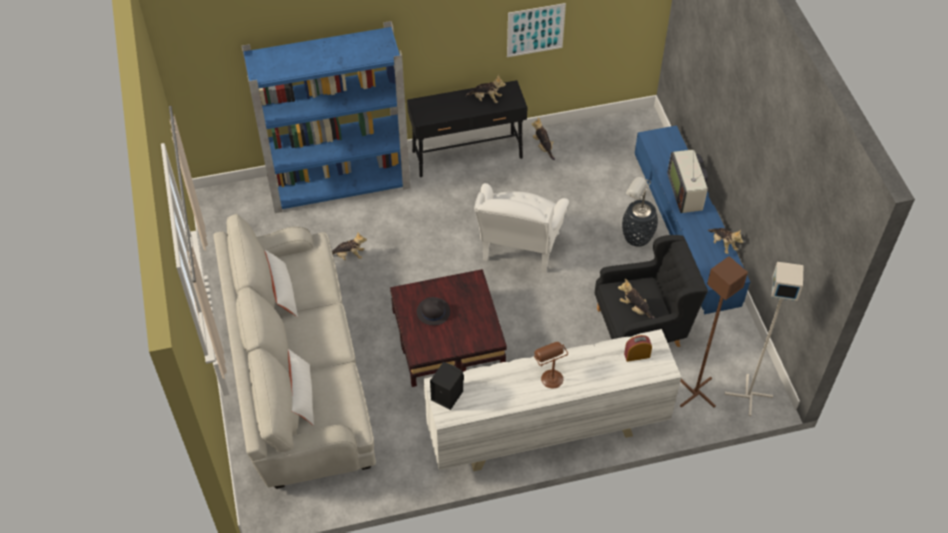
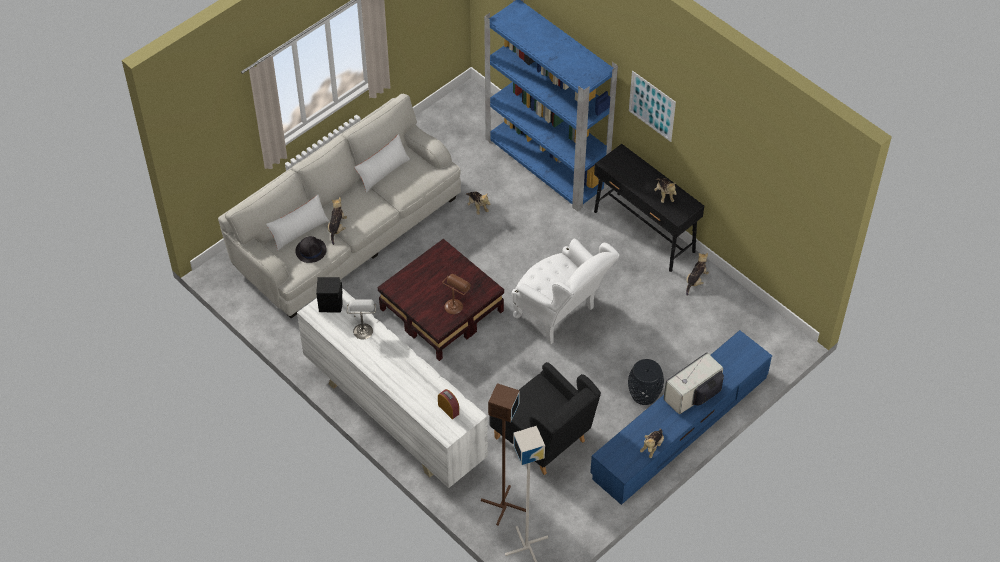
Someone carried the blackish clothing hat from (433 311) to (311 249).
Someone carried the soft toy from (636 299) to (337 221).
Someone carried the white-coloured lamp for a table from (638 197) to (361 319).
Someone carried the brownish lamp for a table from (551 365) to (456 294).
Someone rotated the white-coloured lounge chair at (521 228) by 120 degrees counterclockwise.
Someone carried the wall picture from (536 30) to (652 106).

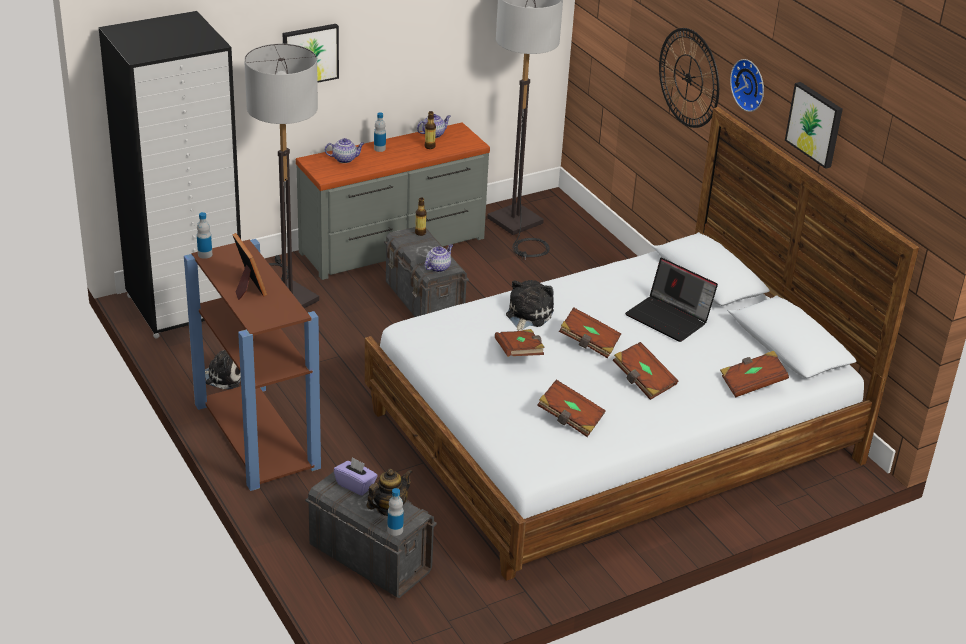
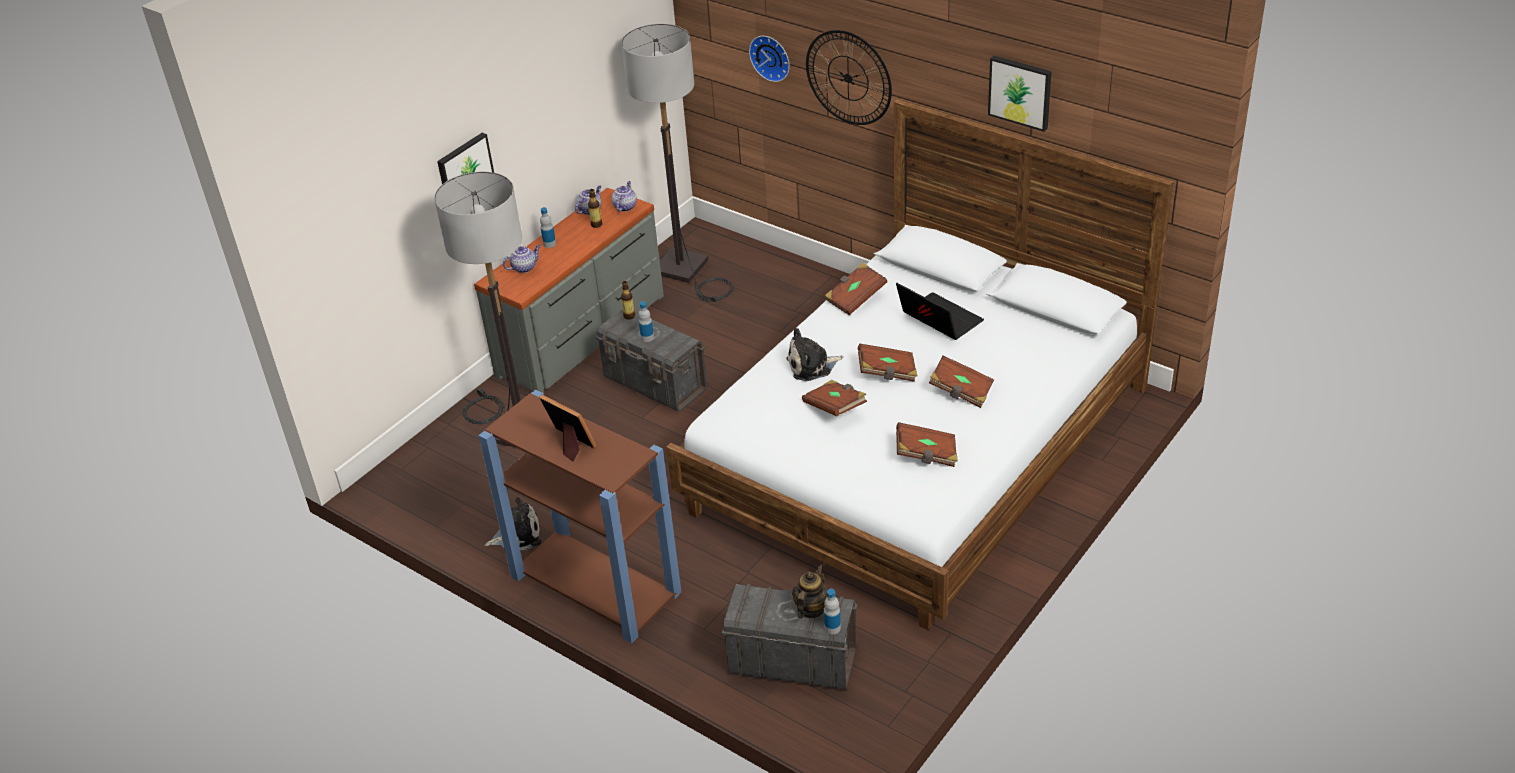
Someone carried the pot for tea from (438 258) to (624 196).
Someone carried the bottle from (204 235) to (646 321).
Someone carried the hanging clock from (747 85) to (769 59).
Someone rotated the soft toy at (530 305) by 105 degrees counterclockwise.
Someone carried the brownish volume from (754 374) to (856 289).
Someone rotated the notebook computer at (671 300) by 150 degrees counterclockwise.
Someone took away the clothes cupboard at (170 174).
Someone took away the purple-coloured tissue holder at (356 476).

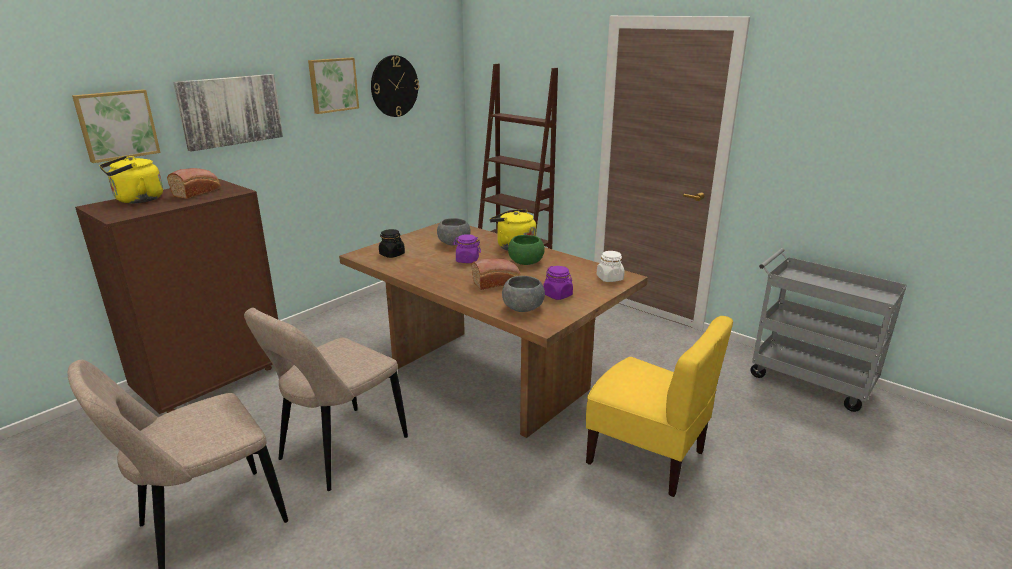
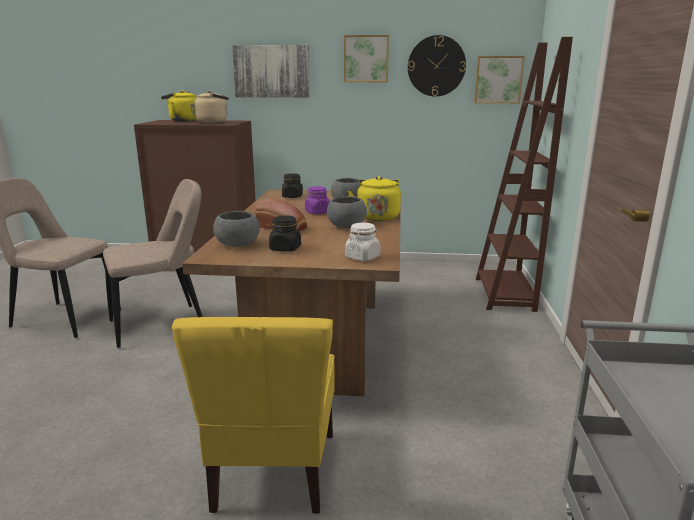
Someone rotated the sand-coloured upright chair at (326 399) by 150 degrees clockwise.
Someone swapped the baked bread at (194 183) for the sand-coloured kettle at (211 107).
Someone repainted the purple-coloured preserve jar at (558 283), which became the blackish preserve jar at (285 233).
Someone repainted the green serving bowl at (526 250), which became the greyish serving bowl at (347 212).
Someone carried the wall picture from (116 126) to (499 79).

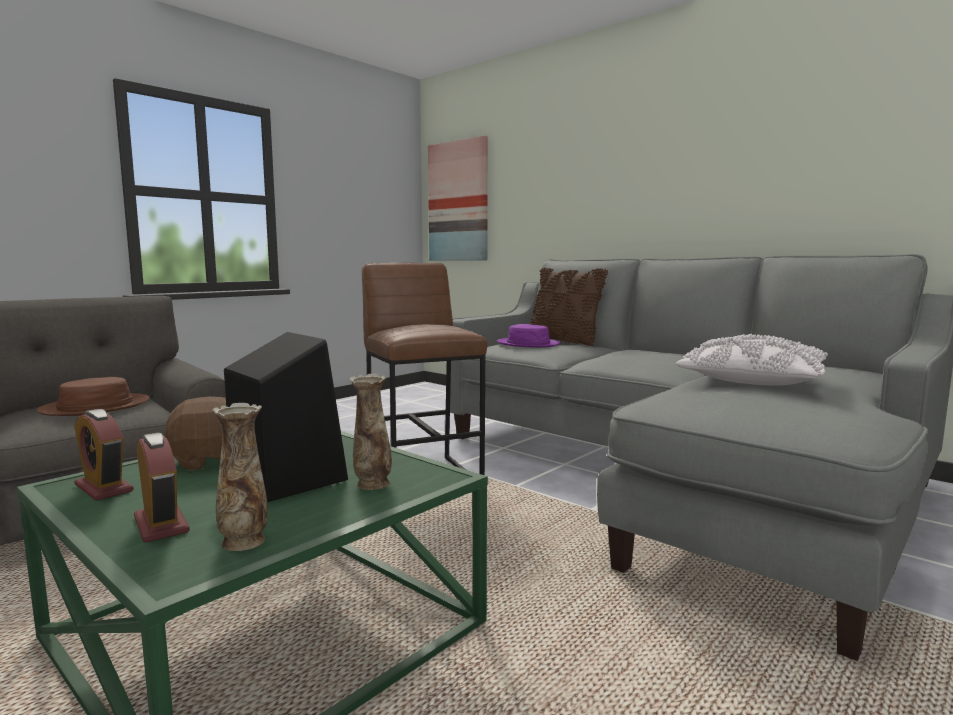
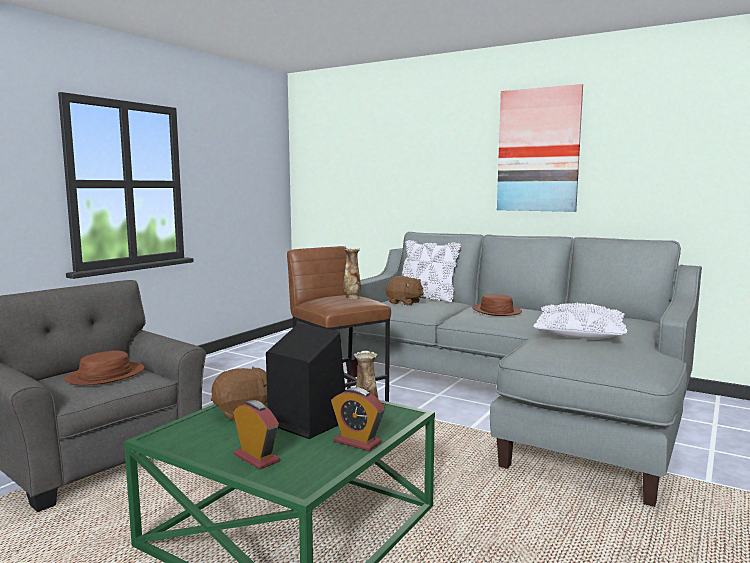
Someone carried the alarm clock from (103 455) to (358 419).
Someone carried the decorative vase from (240 477) to (352 273).
Someone swapped the purple-coloured clothing hat at (529 336) for the brownish soft toy at (405 291).
Someone repainted the brownish pillow at (569 307), which became the white-coloured pillow at (431 271).
Someone put down the brownish clothing hat at (497 305).
Someone carried the wall picture from (458 198) to (540 148).

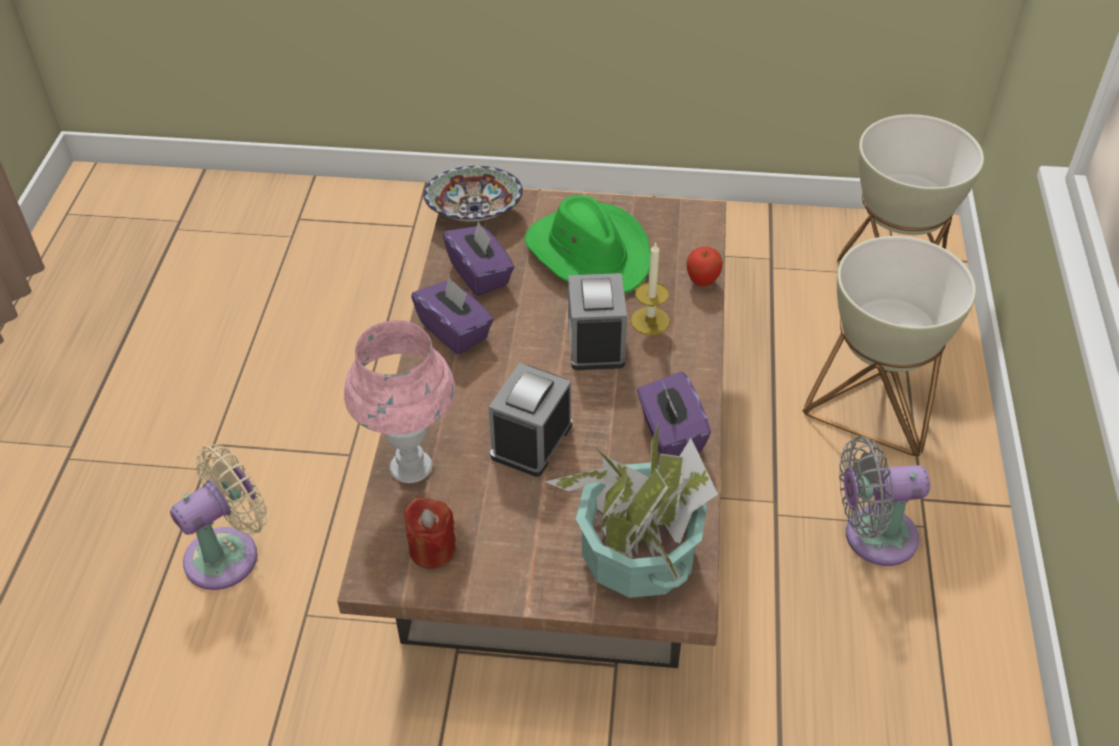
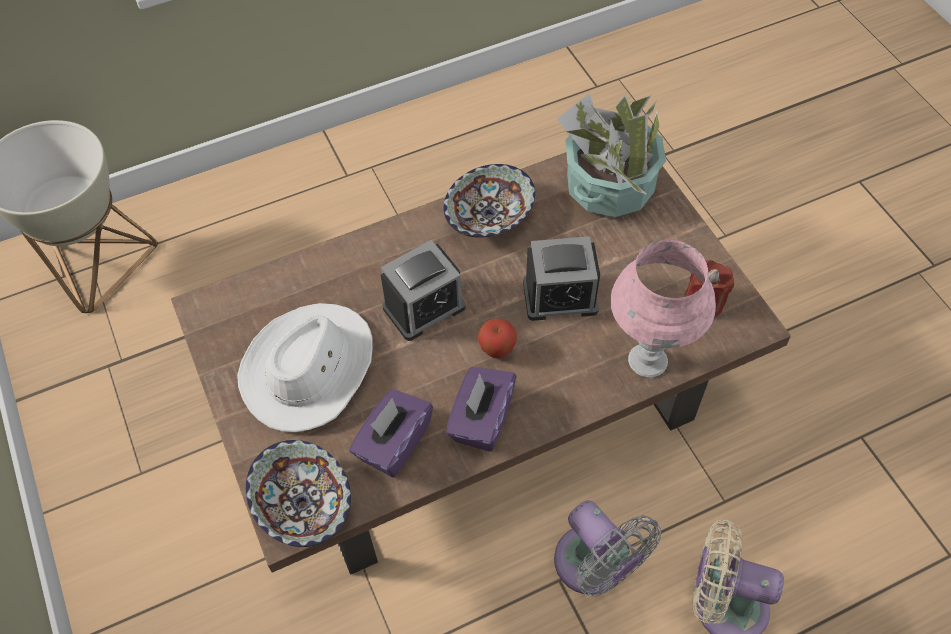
Someone repainted the green clothing hat at (588 244), which became the white-coloured clothing hat at (305 367).
Someone swapped the purple-coloured tissue holder at (674 413) for the serving bowl at (489 201).
Someone carried the apple from (704 267) to (497 338).
Someone carried the greyish cooling fan from (884 501) to (607 548).
Someone took away the wax candle at (650 288).
Someone took away the planter at (889 346).

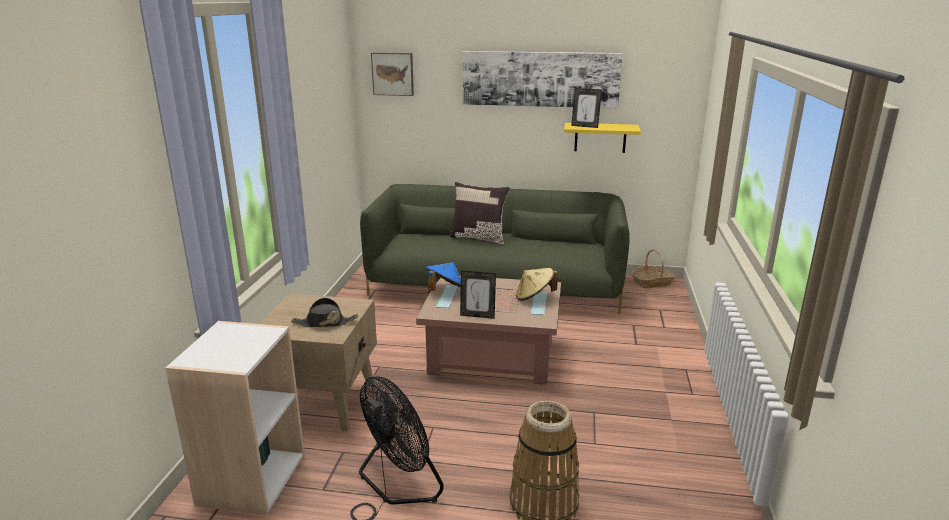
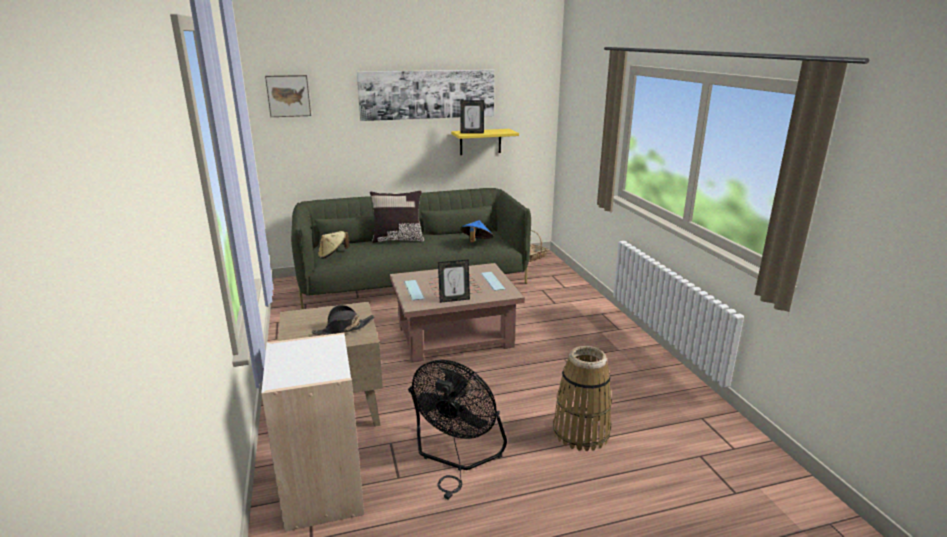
Someone carried the sand-coloured clothing hat from (537 284) to (334 245).
Someone carried the bluish clothing hat from (443 276) to (476 231).

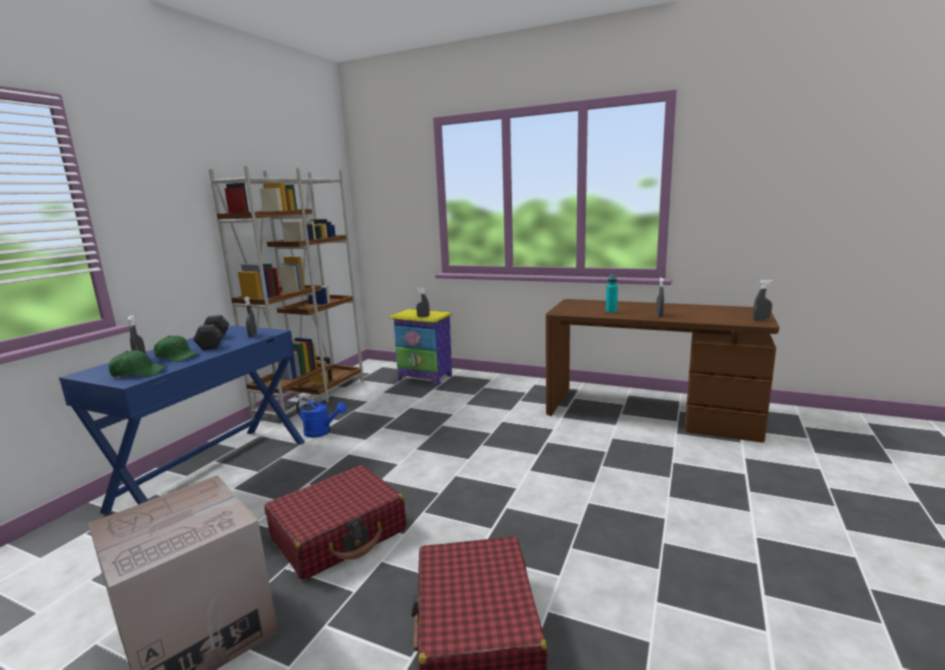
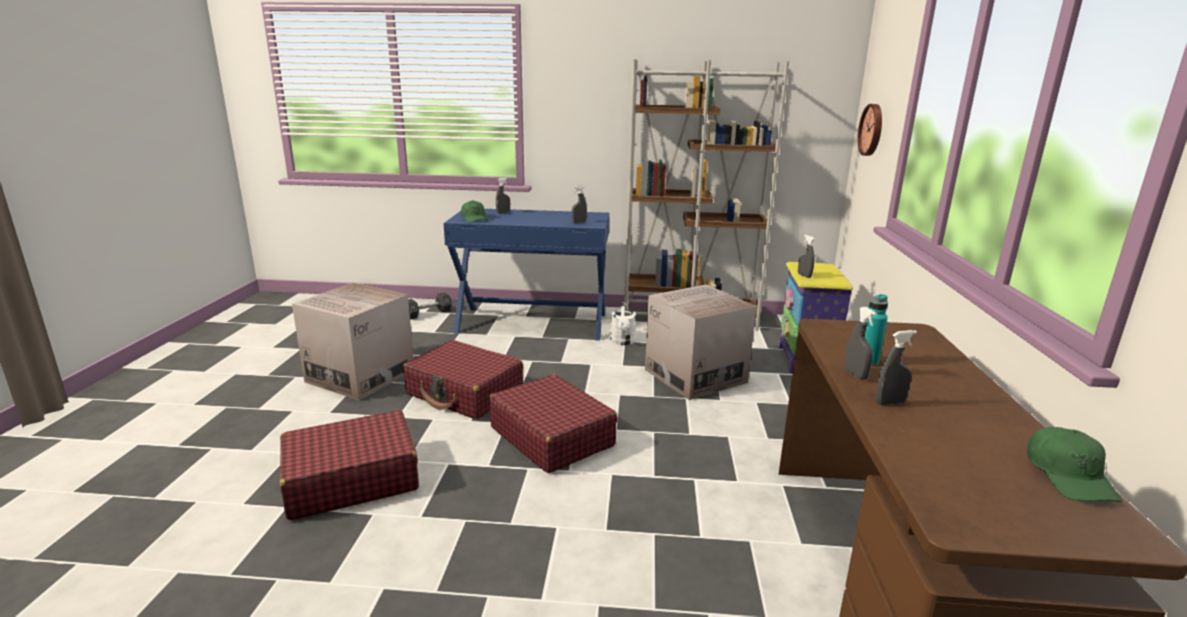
Someone carried the blackish dumbbell from (211 332) to (430 306).
Someone put down the red-coloured travel case at (553 423).
Someone repainted the bluish watering can at (321 418), which became the white-coloured watering can at (623 323).
Someone put down the cardboard box at (700 342).
Someone carried the greyish sprayer from (763 300) to (861 343).
Someone put up the hanging clock at (870 130).
Someone carried the green peaked cap from (177 348) to (1074 464).

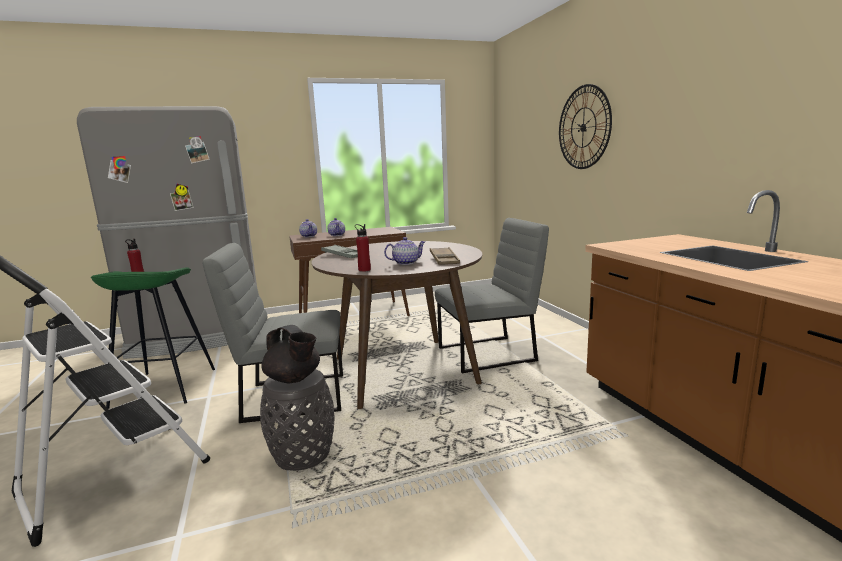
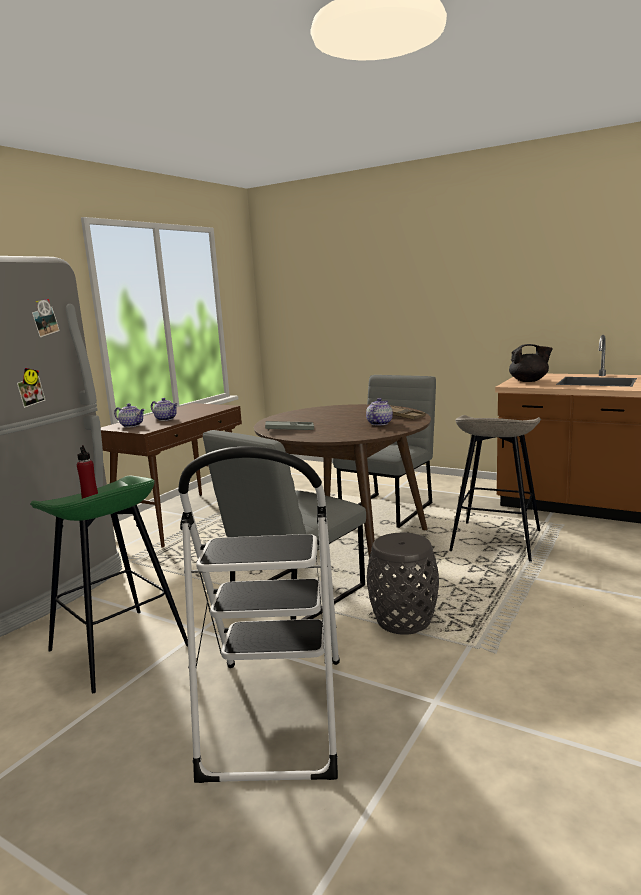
Someone put down the greyish stool at (495 488).
Someone carried the blackish pot for tea from (290 354) to (531 363).
Someone took away the red-coloured bottle at (363 248).
Someone took away the hanging clock at (585 126).

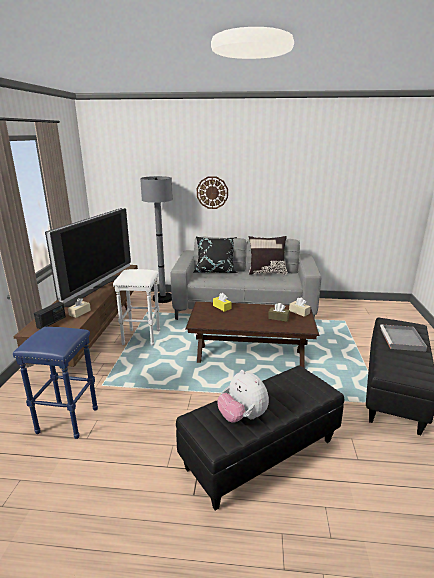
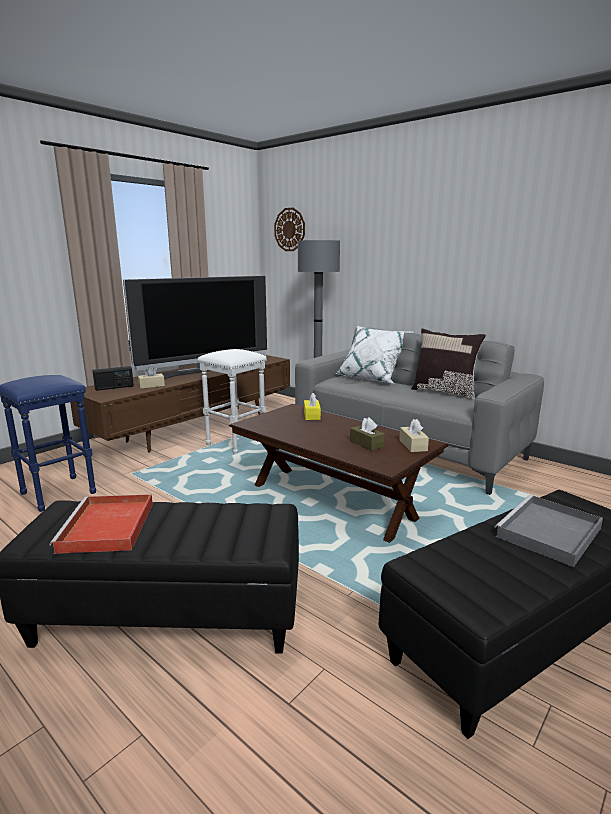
Someone swapped the soft toy at (243 396) for the red-coloured carrying tray at (101 524).
Someone carried the hanging clock from (212 192) to (289 229).
Someone repainted the blackish pillow at (215 255), which became the white-coloured pillow at (374 355).

